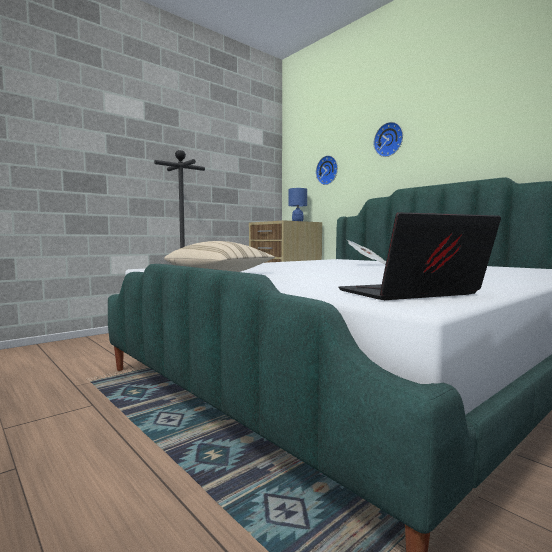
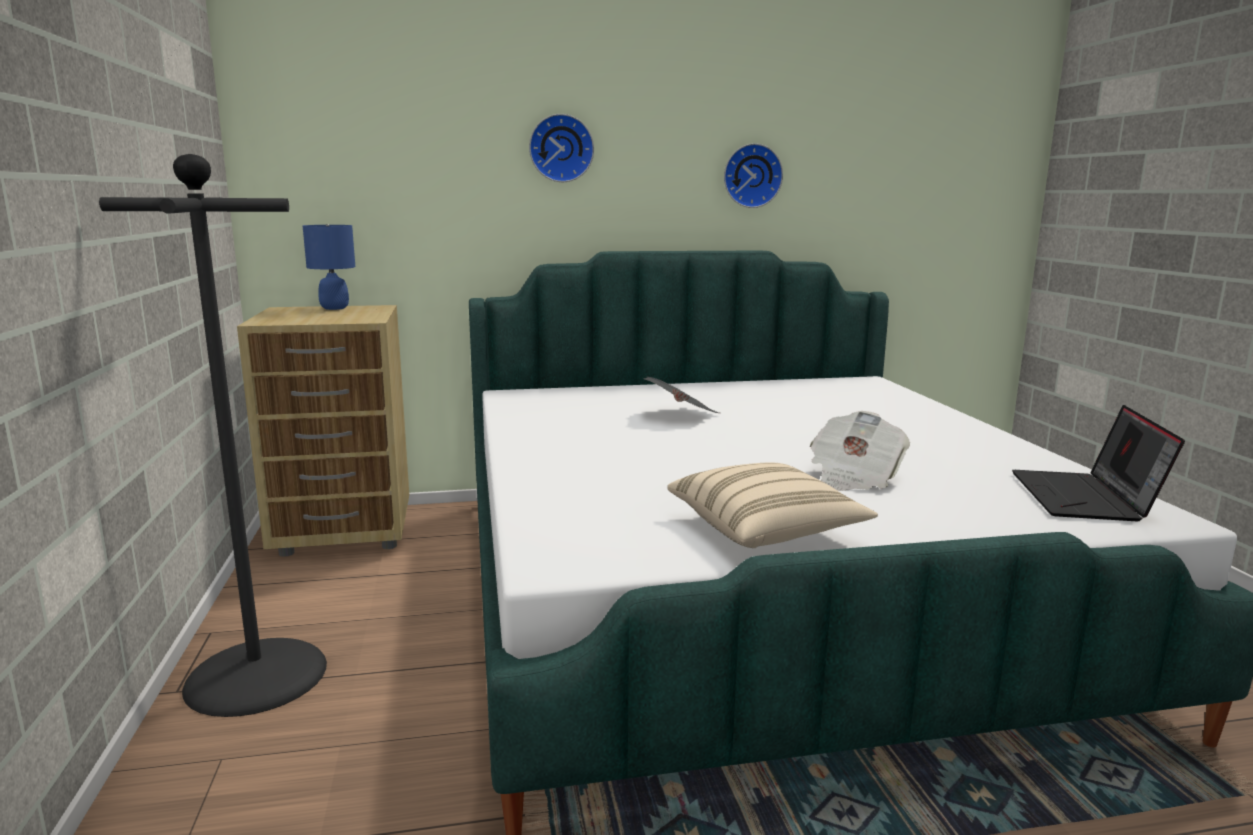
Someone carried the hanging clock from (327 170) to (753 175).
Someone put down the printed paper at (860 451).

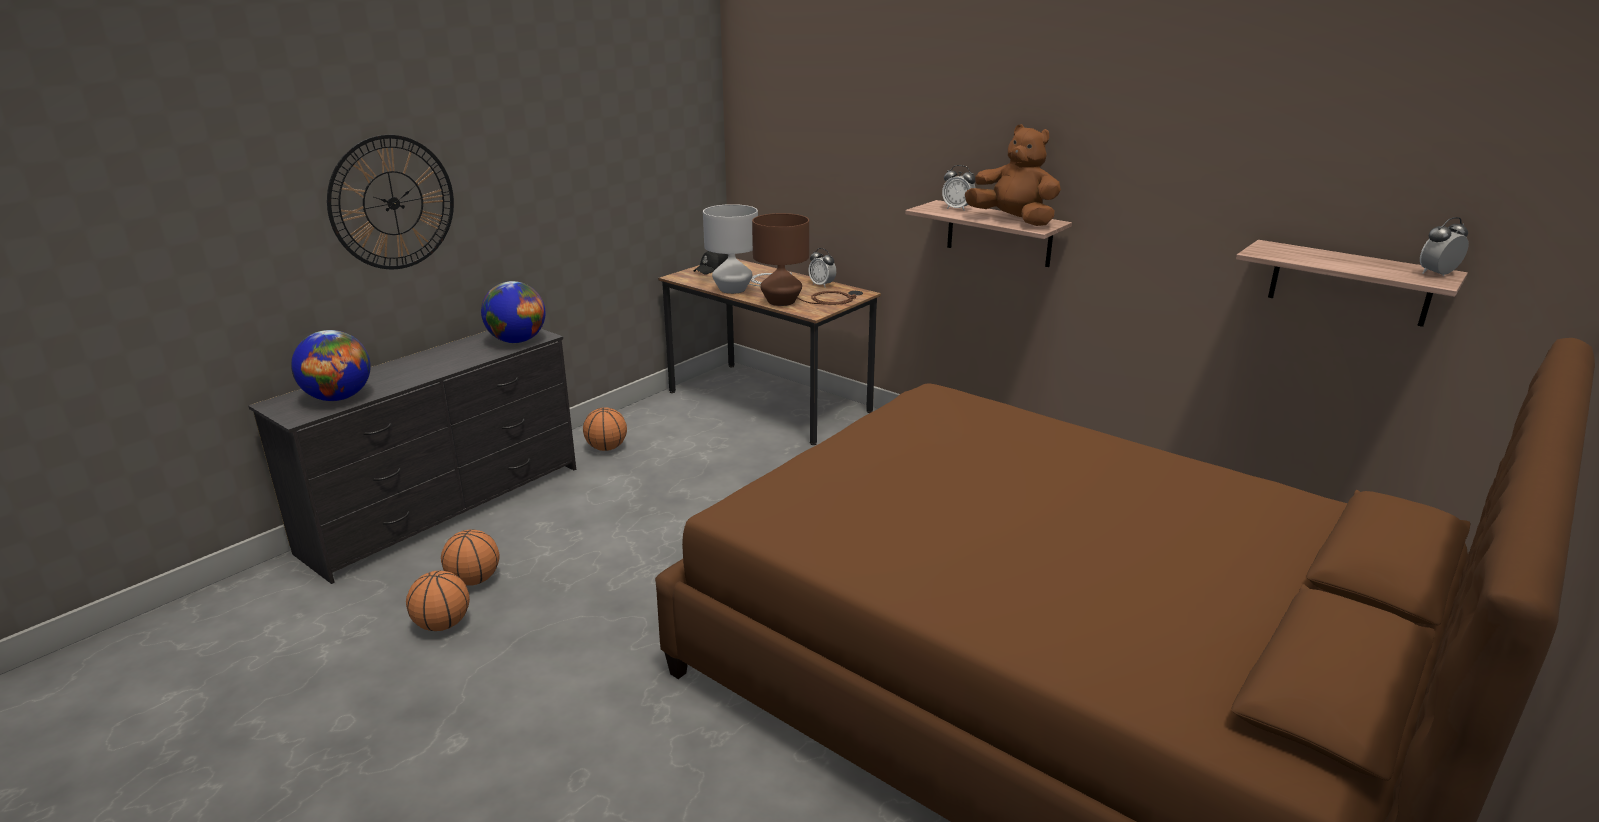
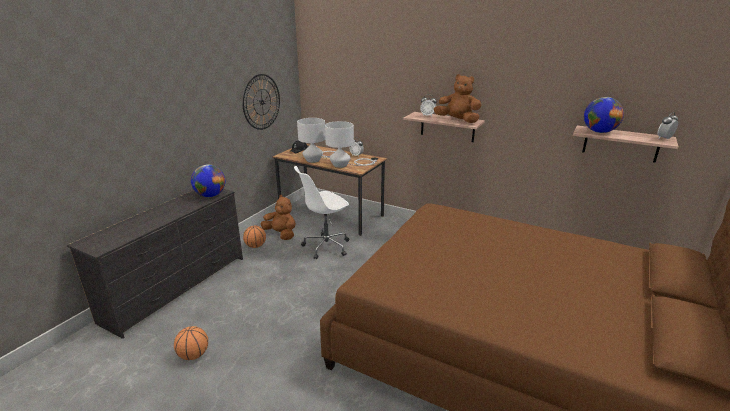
Someone carried the hanging clock from (390 202) to (261 102).
Someone put down the brownish soft toy at (278 217).
Someone put down the white-coloured office chair at (321 212).
Someone repainted the brownish lamp for a table at (804 259), which became the greyish lamp for a table at (351 144).
Someone carried the desk globe from (331 365) to (604 115).
Someone took away the ball for basketball at (470 557).

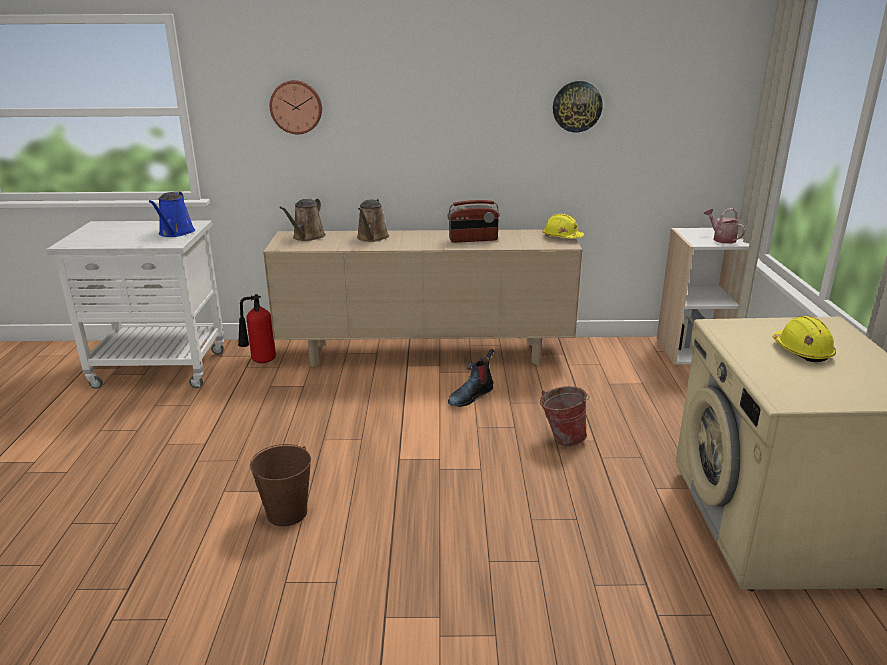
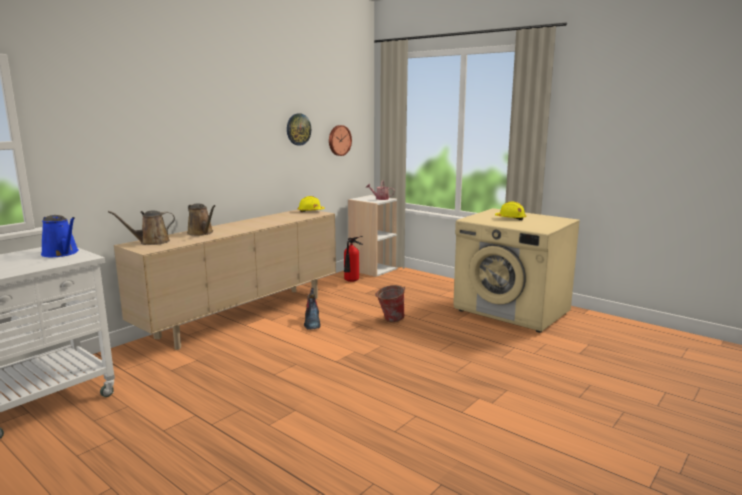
Someone rotated the brownish watering can at (302 219) by 90 degrees clockwise.
Someone carried the hanging clock from (296 107) to (340 140).
Someone carried the fire extinguisher from (257 328) to (353 259).
Someone took away the brownish pail at (280 485).
Someone took away the radio set at (474 221).

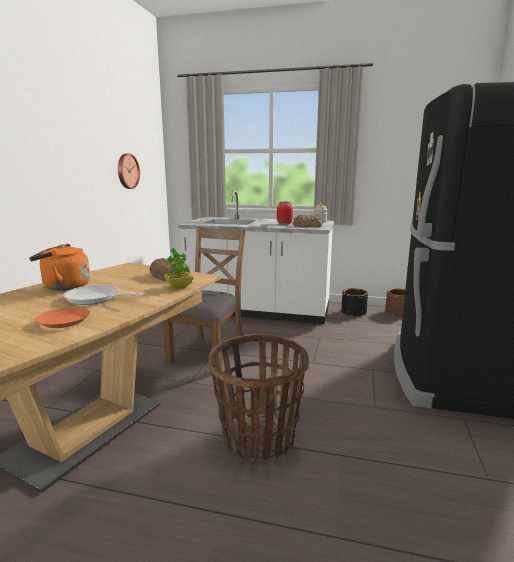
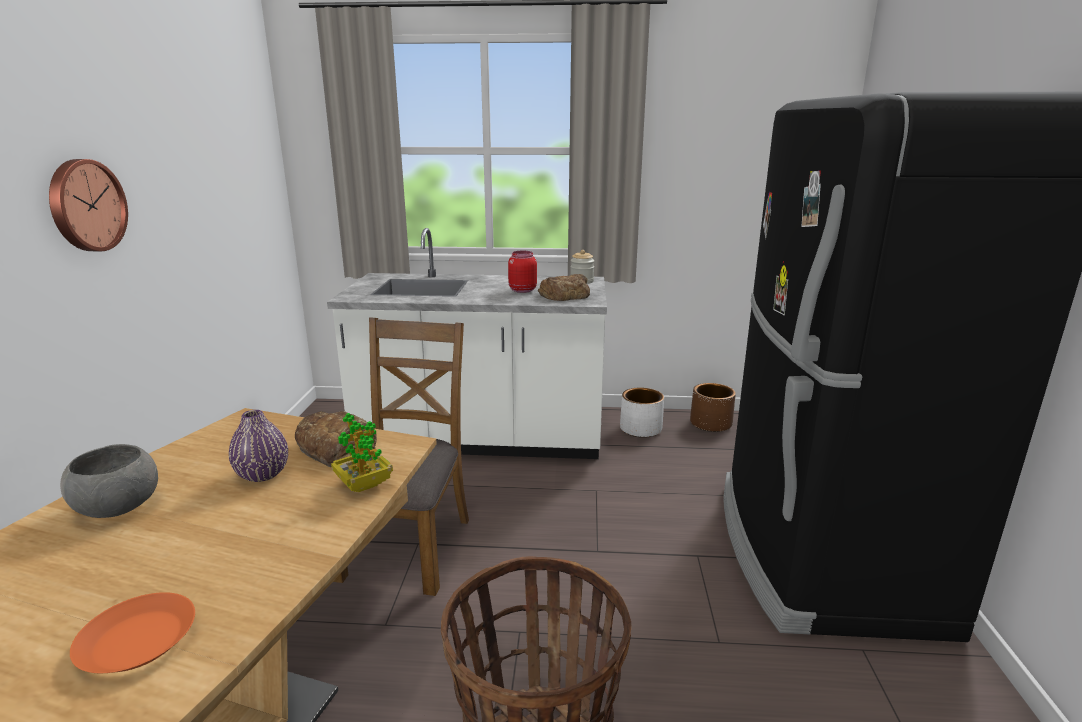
Someone carried the hanging clock from (129 171) to (88 205).
Someone swapped the orange-coloured kettle at (59 267) for the greyish serving bowl at (109 481).
Someone put down the purple-coloured decorative vase at (258 446).
Someone repainted the blackish planter at (354 302), which became the white-coloured planter at (642 413).
Someone took away the frying pan at (103 295).

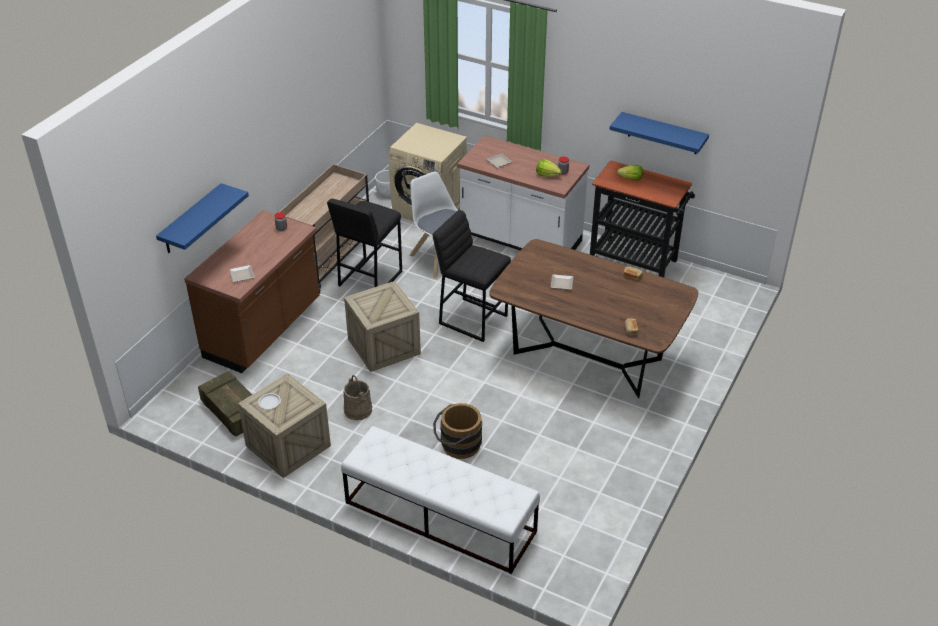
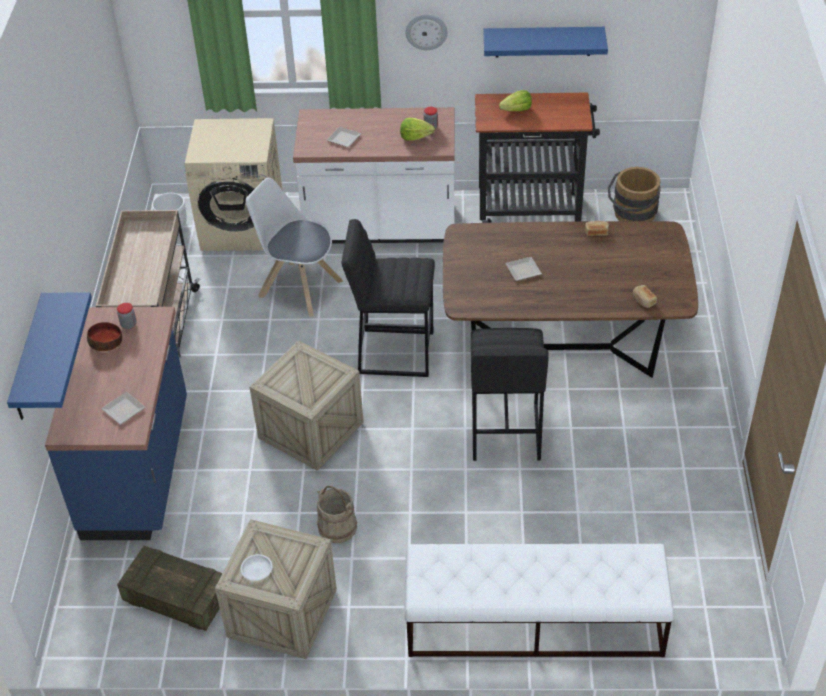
Someone repainted the brownish counter at (252 291), which became the bluish counter at (116 423).
Someone put down the serving bowl at (104 336).
Someone put up the hanging clock at (426 32).
Someone carried the blackish stool from (364 243) to (510 394).
Someone carried the brownish pail from (457 431) to (634 194).

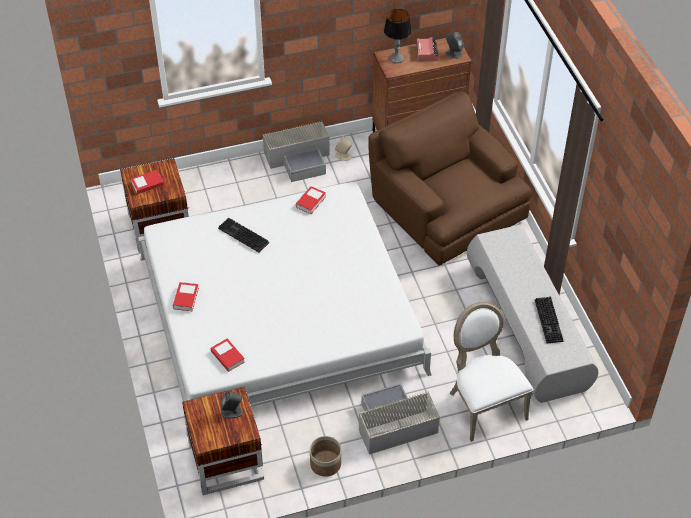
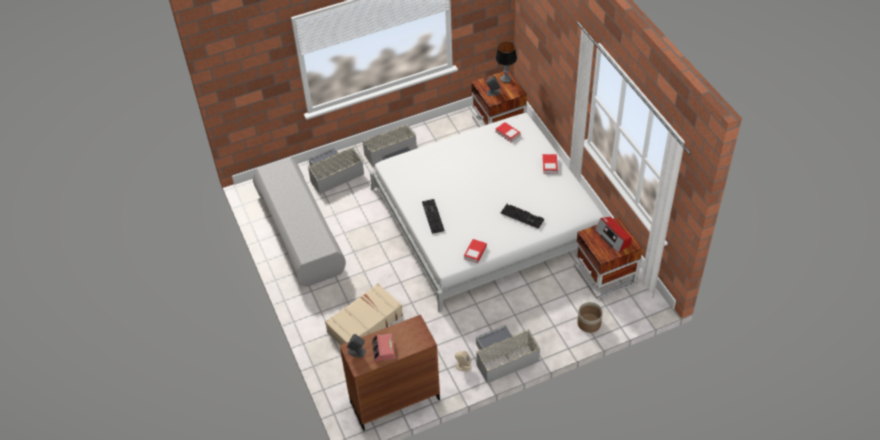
Someone swapped the white-coloured upright chair at (491 372) for the greyish storage container at (336 170).
Someone swapped the brownish lounge chair at (450 179) for the sand-coloured travel case at (364 314).
Someone carried the computer keyboard from (549 320) to (433 216).
Someone carried the lamp for a table from (398 36) to (506 62).
Someone carried the planter from (325 456) to (590 317).
Someone swapped the volume at (147 182) for the radio set at (613 235).

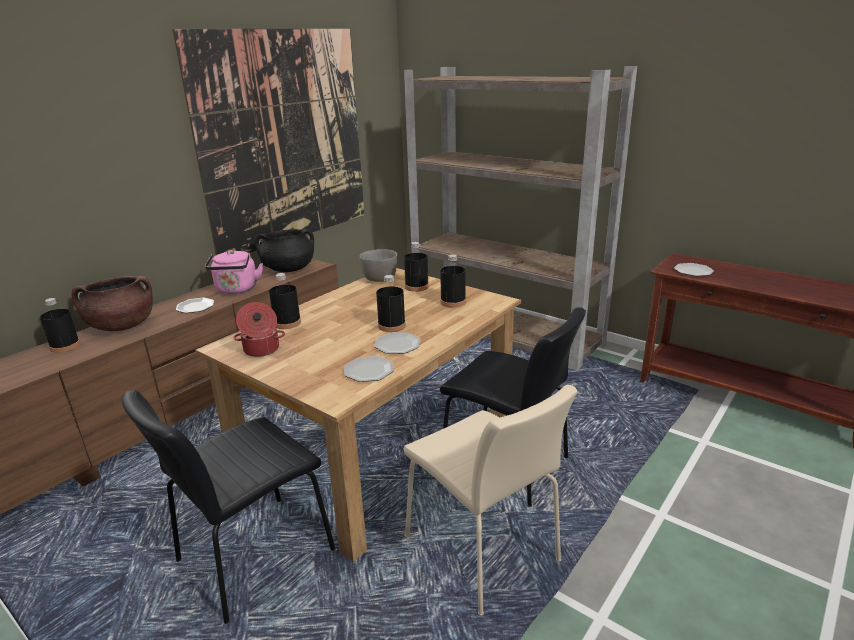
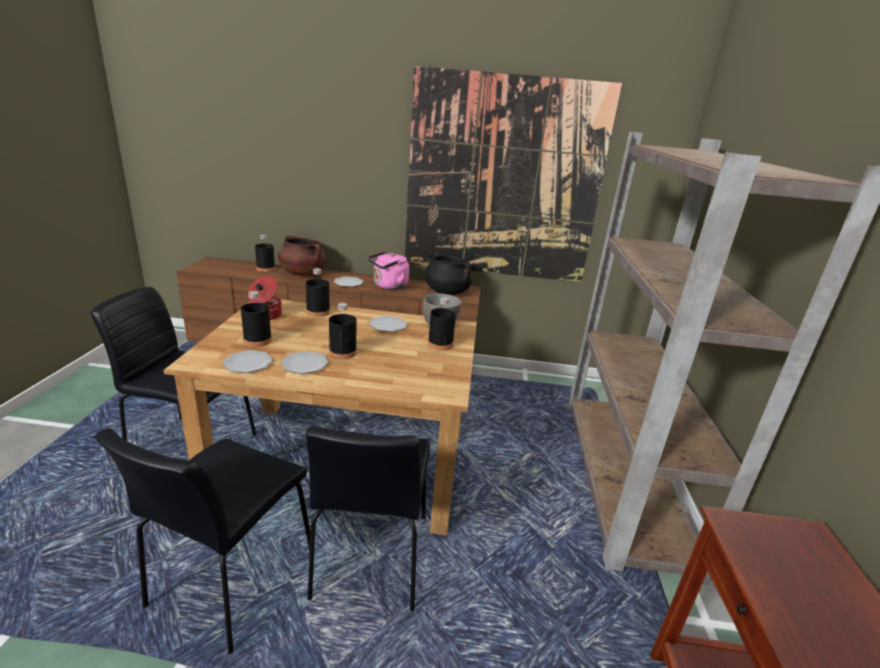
Someone repainted the sand-coloured upright chair at (491 500), which became the blackish upright chair at (202 541).
Someone carried the blackish bottle from (453 281) to (256 319).
Someone carried the plate from (694 269) to (388 324).

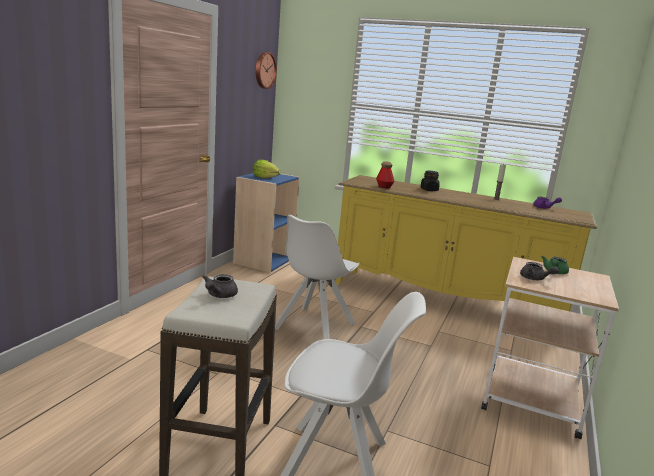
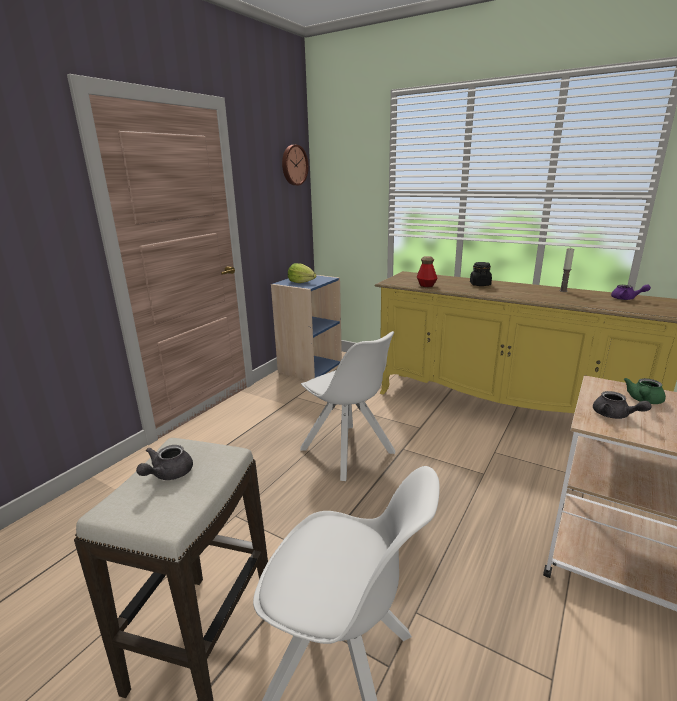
Someone rotated the white-coloured upright chair at (317 277) by 75 degrees counterclockwise.

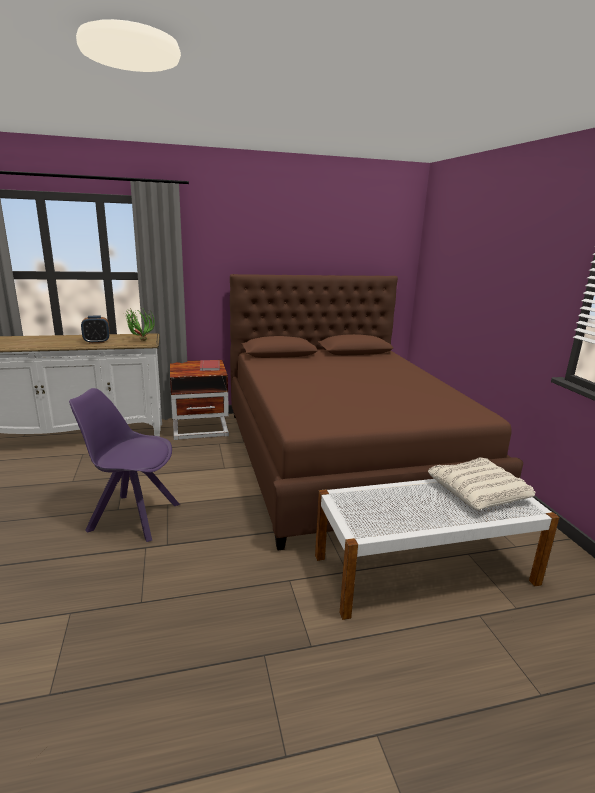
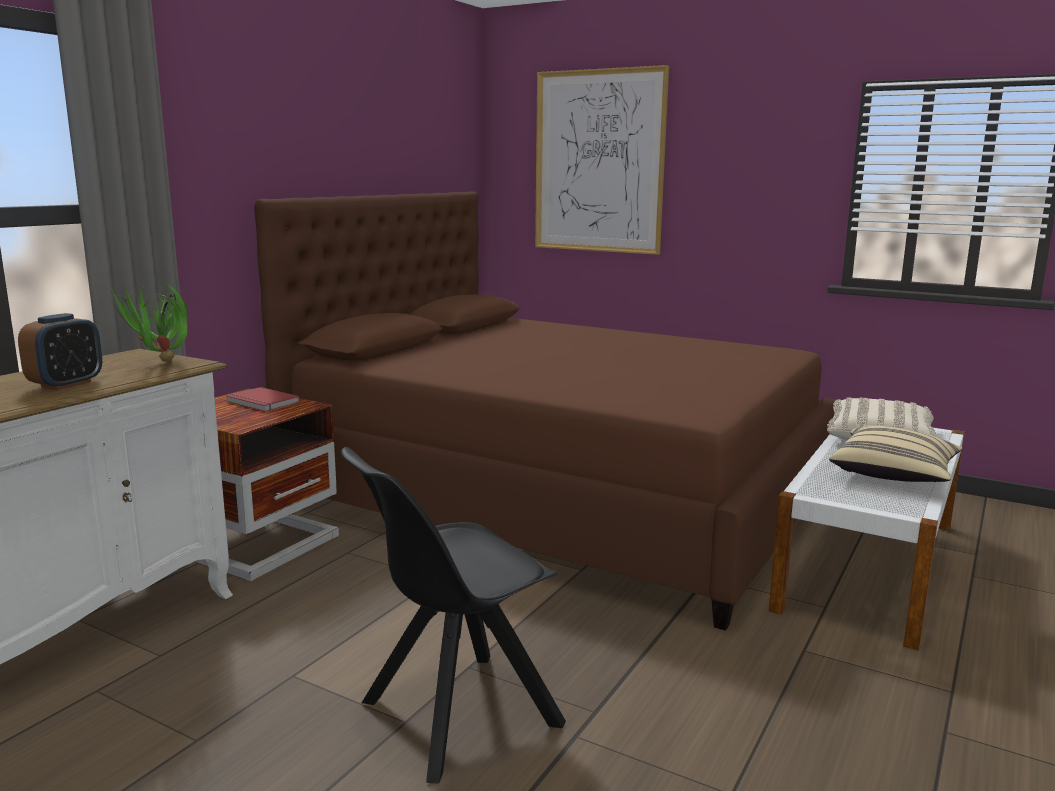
Someone repainted the purple-coloured upright chair at (124 465), which became the blackish upright chair at (453 615).
Someone put up the wall picture at (602 160).
Someone put down the sand-coloured pillow at (895 453).

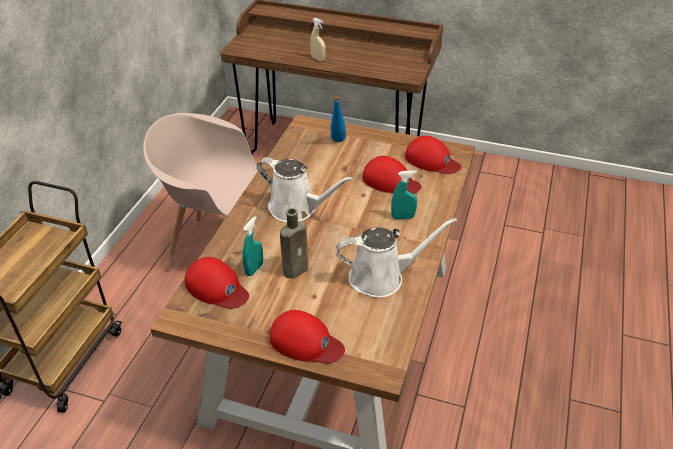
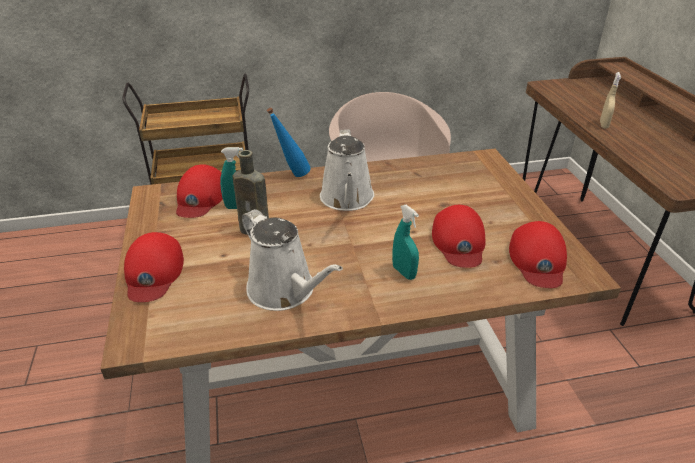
Someone carried the bluish bottle from (338 118) to (289 142).

